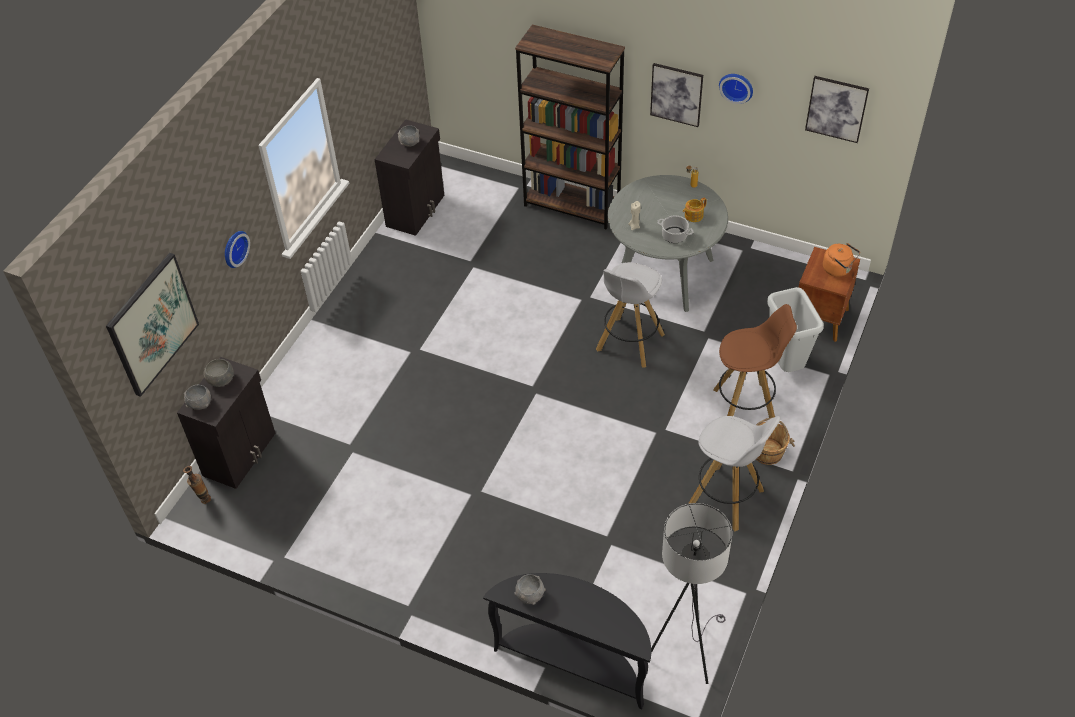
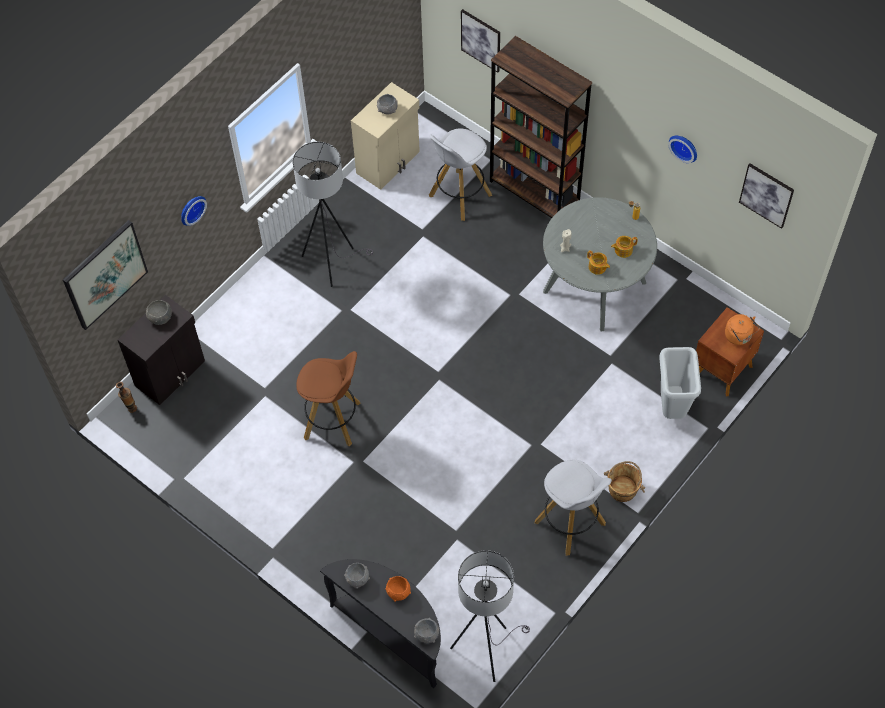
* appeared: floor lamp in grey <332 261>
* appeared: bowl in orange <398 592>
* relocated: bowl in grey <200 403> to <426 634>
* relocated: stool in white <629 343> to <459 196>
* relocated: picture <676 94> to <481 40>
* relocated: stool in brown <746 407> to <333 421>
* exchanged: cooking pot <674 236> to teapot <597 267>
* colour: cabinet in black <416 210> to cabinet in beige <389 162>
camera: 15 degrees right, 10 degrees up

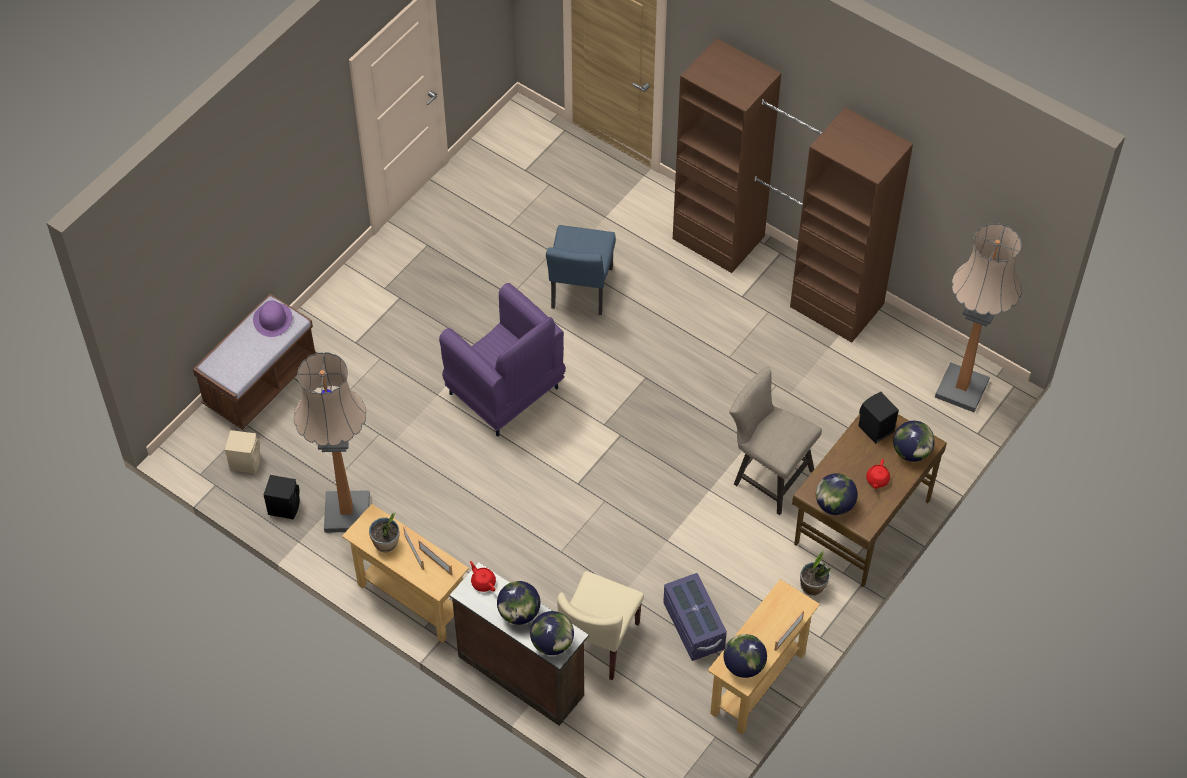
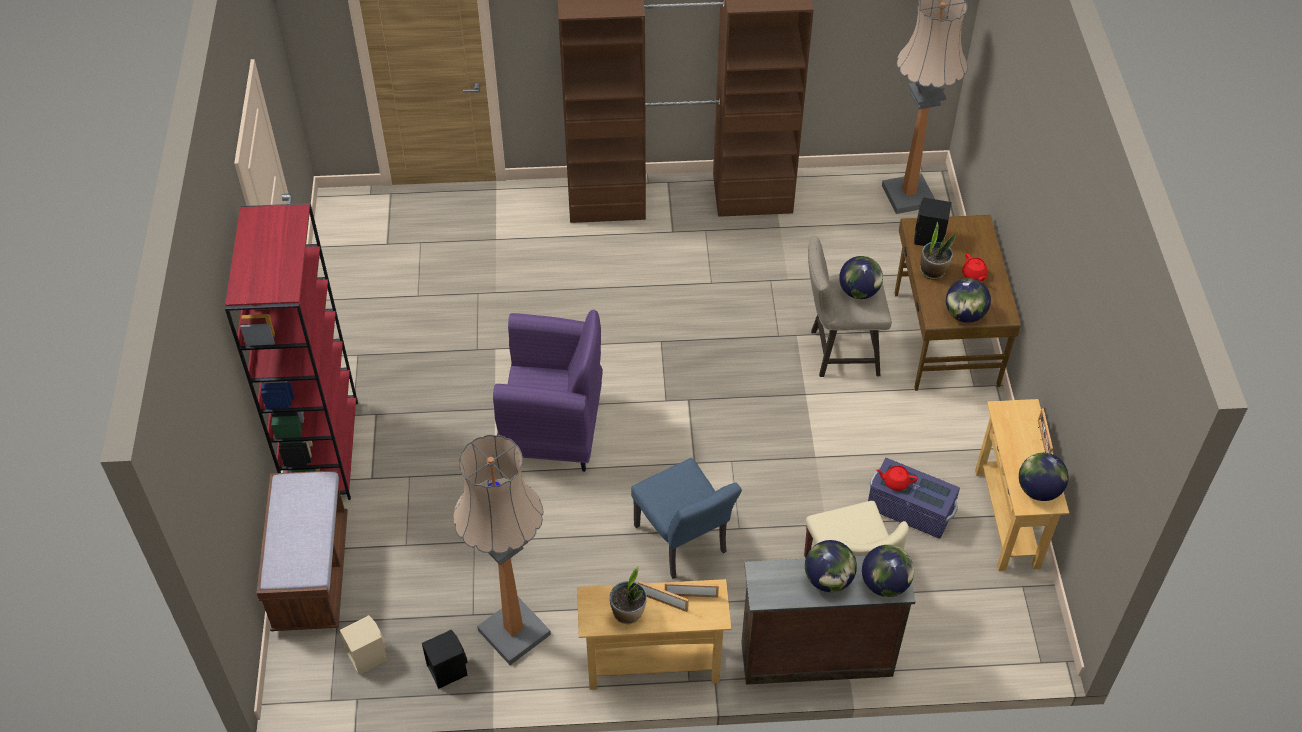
* missing: hat in purple <273 319>
* appeared: bookcase in red <322 450>
* relocated: teapot in red <483 582> to <895 482>
* relocated: chair in blue <580 293> to <684 544>
* relocated: potted plant <813 586> to <933 271>
* relocated: globe <911 452> to <859 292>
camera: 40 degrees left, 5 degrees down

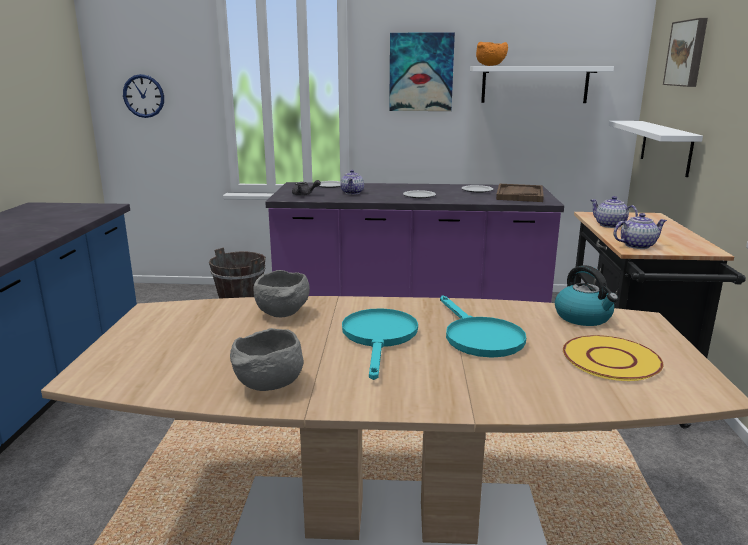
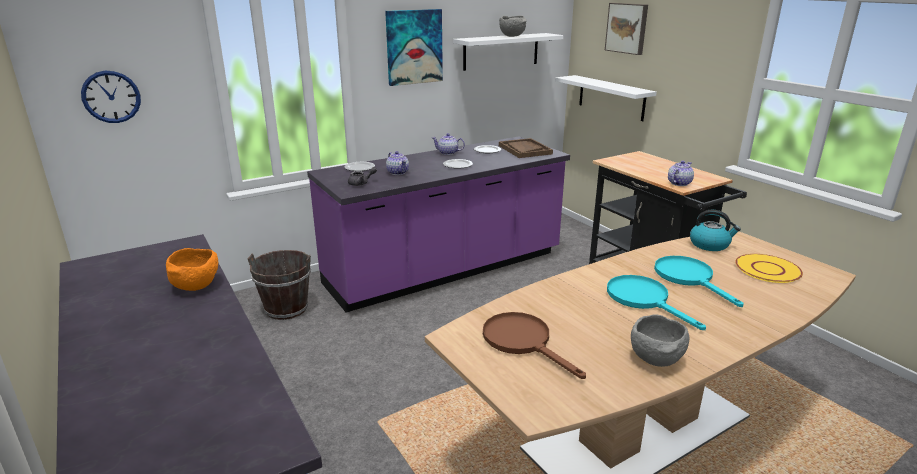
* appeared: frying pan in brown <523 342>
* relocated: bowl in grey <283 314> to <513 36>
* relocated: bowl in orange <491 65> to <196 286>
* relocated: teapot <610 225> to <448 153>
* spun: frying pan in turquoise <478 337> = <689 278> 150 degrees counterclockwise
camera: 35 degrees left, 5 degrees up

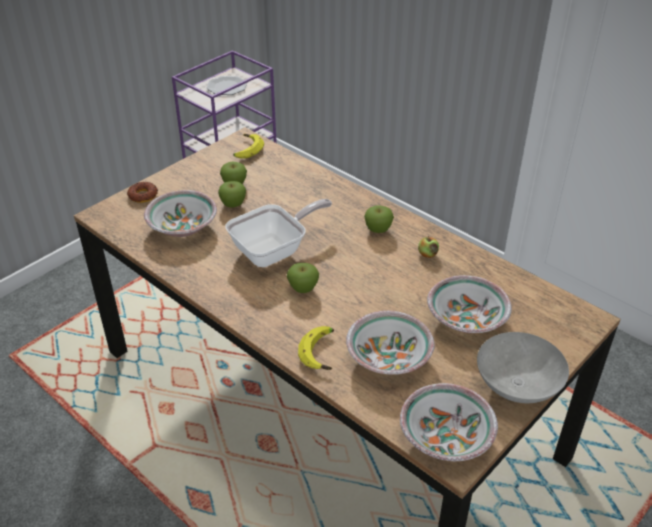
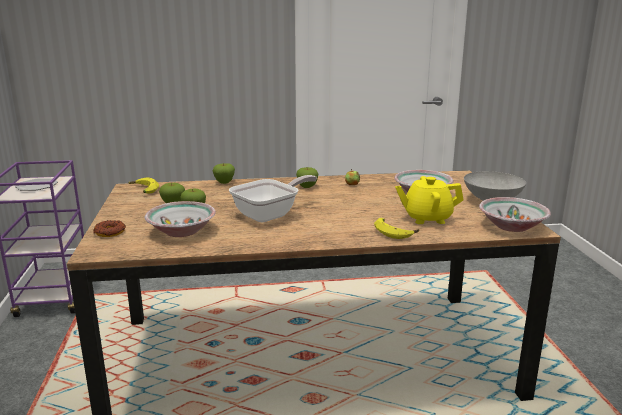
* relocated: apple <303 289> to <224 182>
* exchanged: bowl <389 357> to teapot in yellow <427 218>
* spun: frying pan <274 251> = <270 214> 45 degrees clockwise
camera: 50 degrees left, 20 degrees down

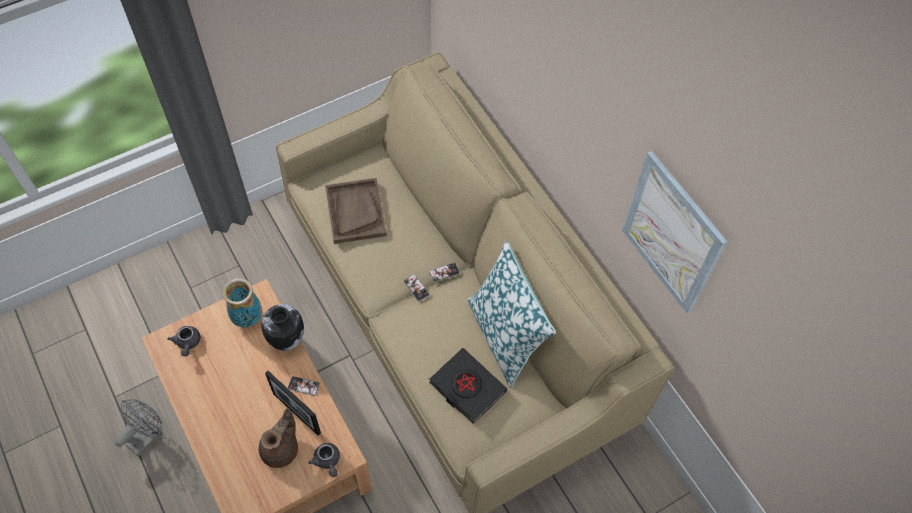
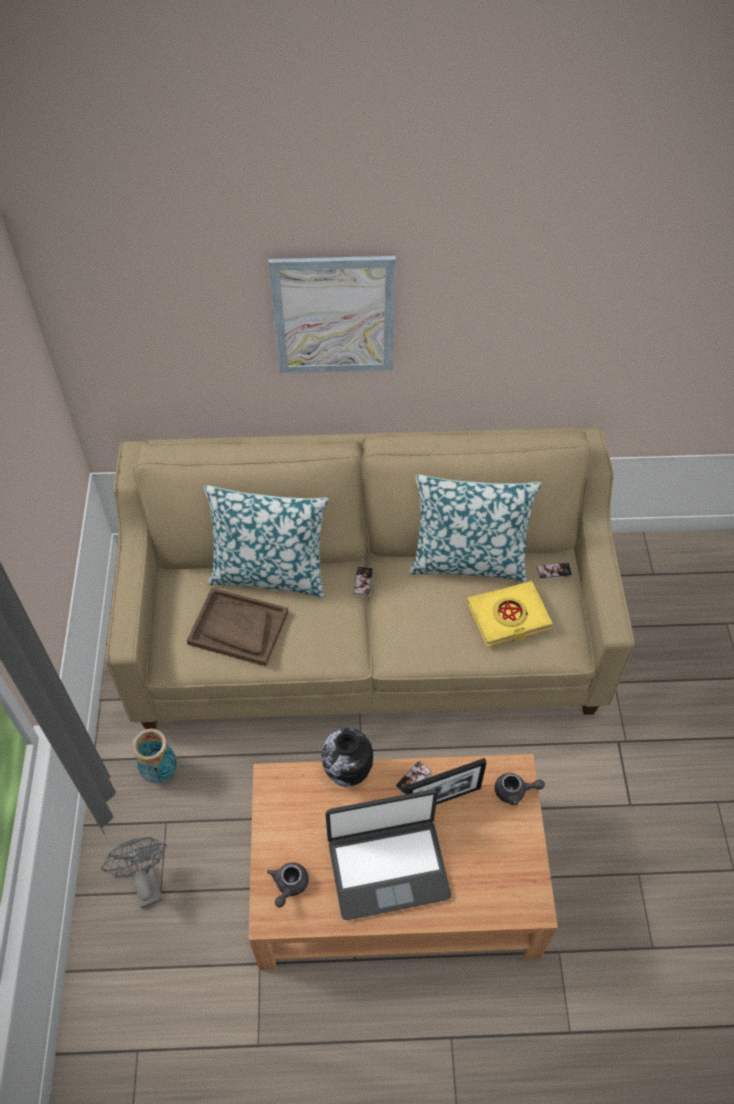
* missing: teapot in brown <281 449>
* appeared: pillow <270 573>
* appeared: laptop <388 867>
* relocated: fan in grey <147 436> to <145 881>
* relocated: vase <247 318> to <160 772>
* relocated: phone <416 288> to <554 571>
* relocated: picture <672 234> to <334 316>
* colour: book in black <467 387> to book in yellow <508 617>
* spun: teapot in grey <187 343> = <289 885> 90 degrees clockwise
camera: 60 degrees left, 5 degrees down

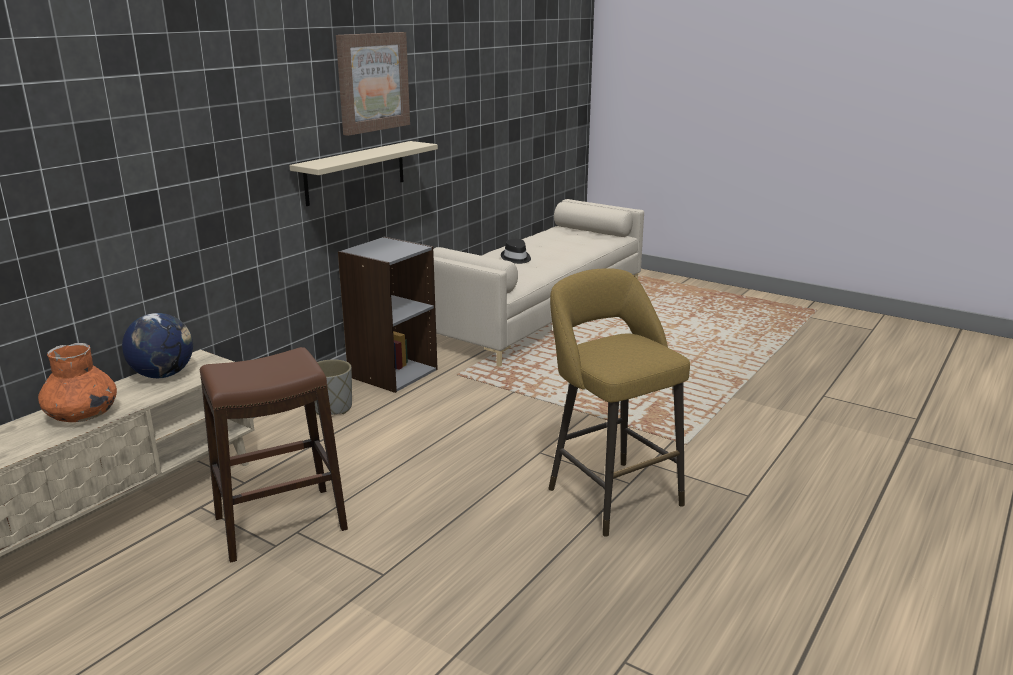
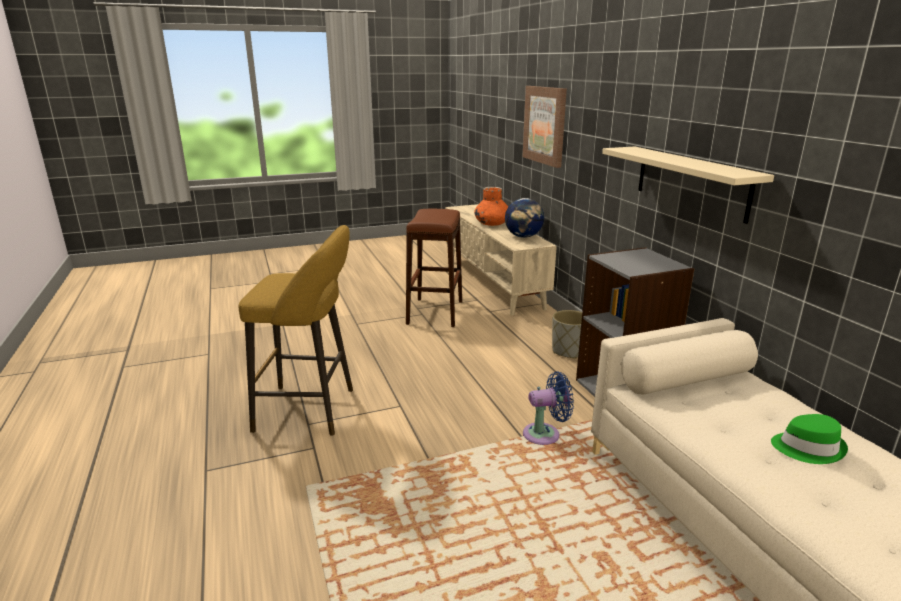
* appeared: fan in blue <545 434>
* relocated: picture <372 82> to <545 125>
* colour: hat in black <516 258> to hat in green <807 447>
camera: 125 degrees right, 0 degrees up

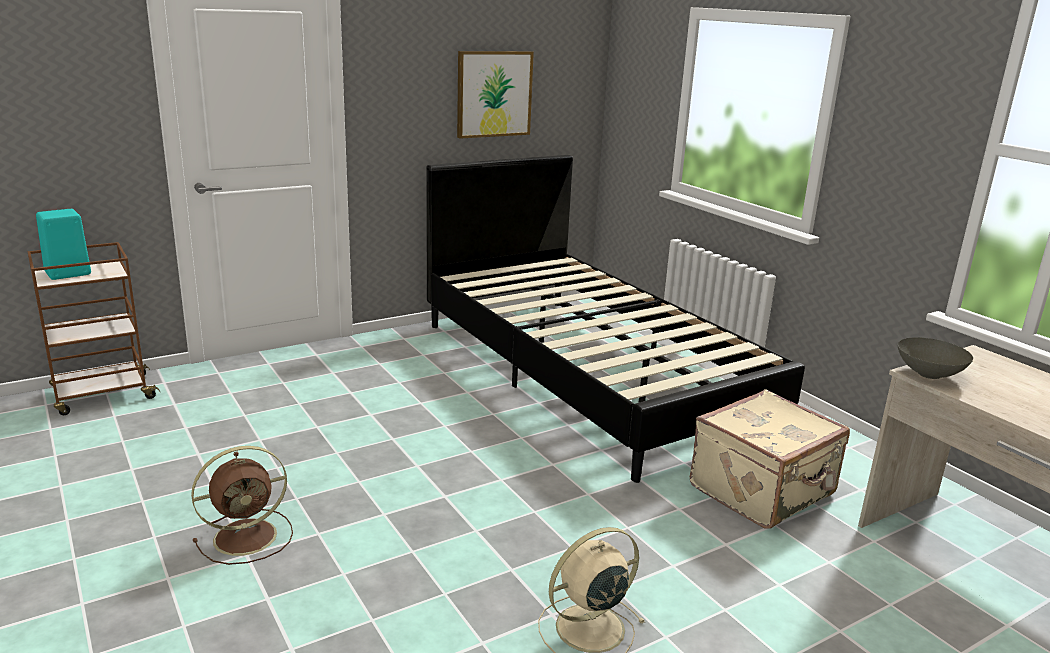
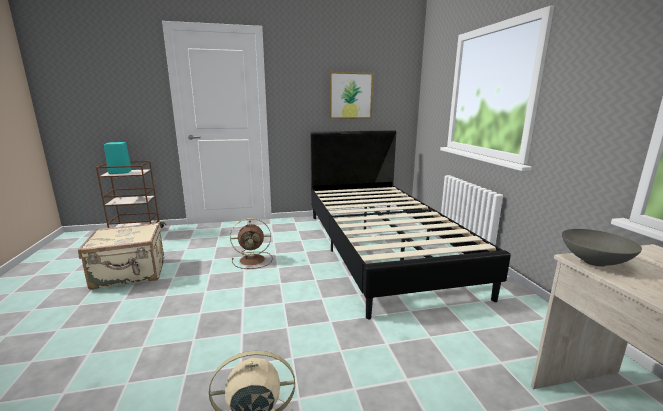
* relocated: fan in brown <248 536> to <253 260>
* relocated: suitcase in beige <764 491> to <130 274>
camera: 20 degrees right, 5 degrees down

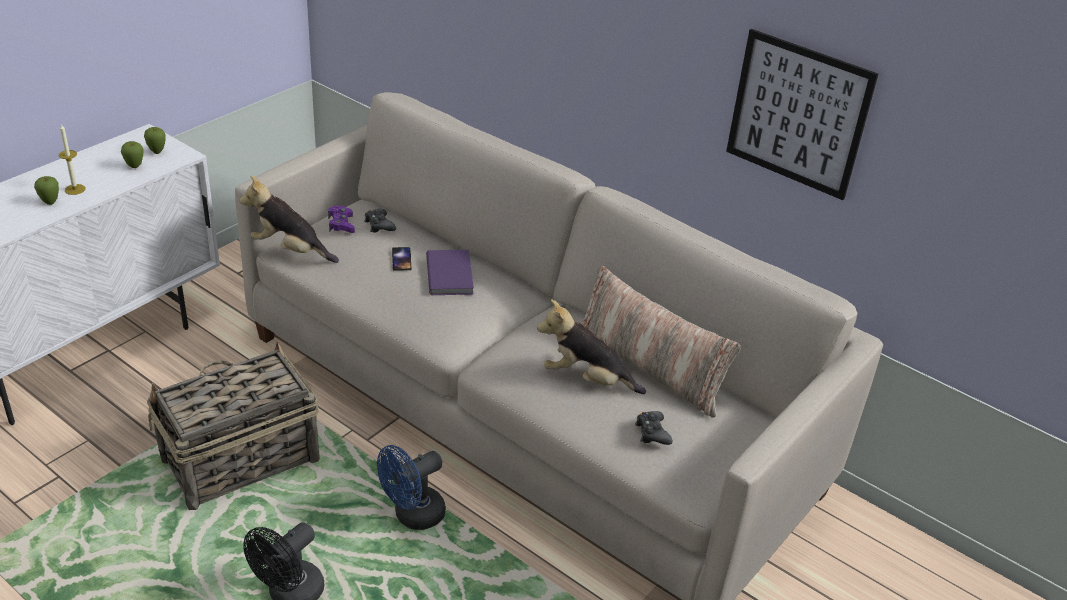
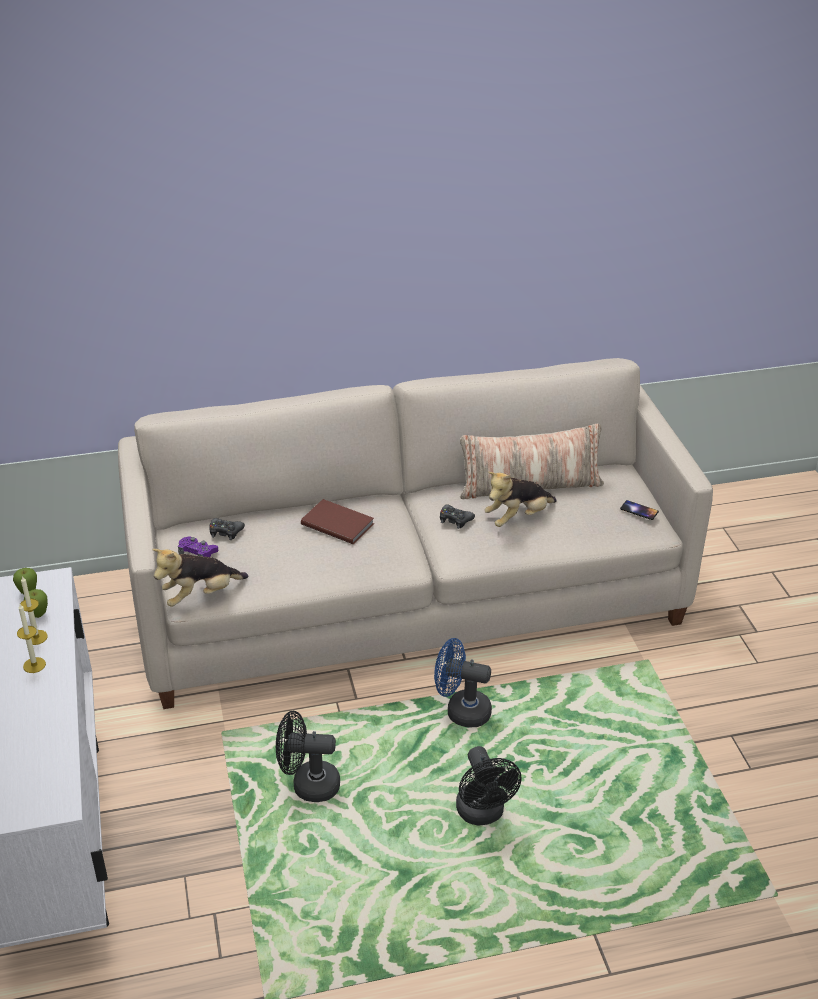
* missing: apple <50 202>
* missing: picture <798 114>
* appeared: candle <36 637>
* relocated: phone <401 259> to <639 510>
* relocated: game controller in black <652 432> to <455 520>
* exchanged: basket <239 460> to fan in black <308 784>
* colour: book in purple <451 274> to book in brown <337 523>
* spun: fan in blue <412 516> = <461 710> 105 degrees clockwise
camera: 50 degrees left, 0 degrees up

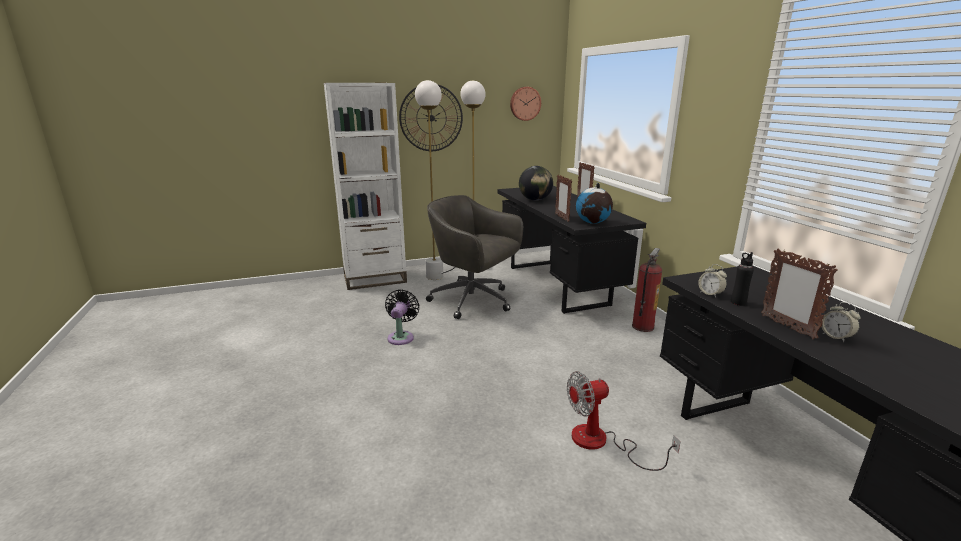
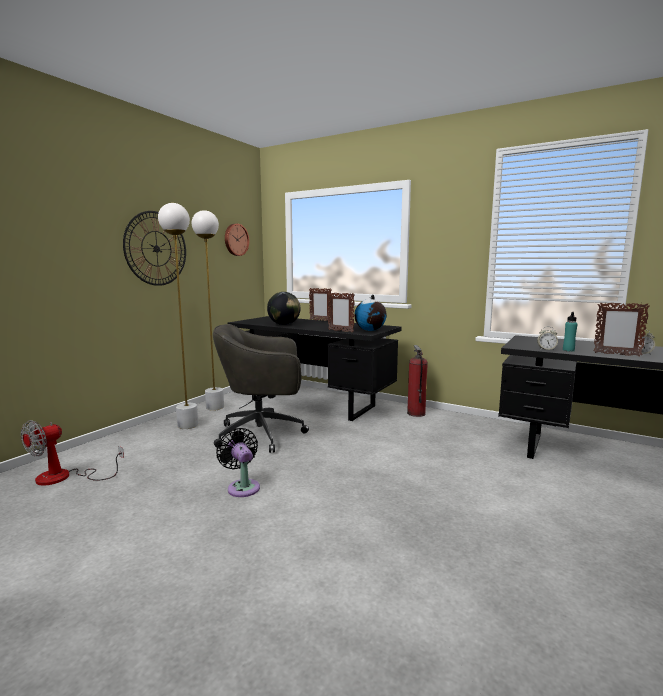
* missing: bookcase in white <375 279>
* relocated: fan <601 443> to <64 477>
* colour: bottle in black <738 302> to bottle in turquoise <568 350>
camera: 40 degrees left, 10 degrees down

